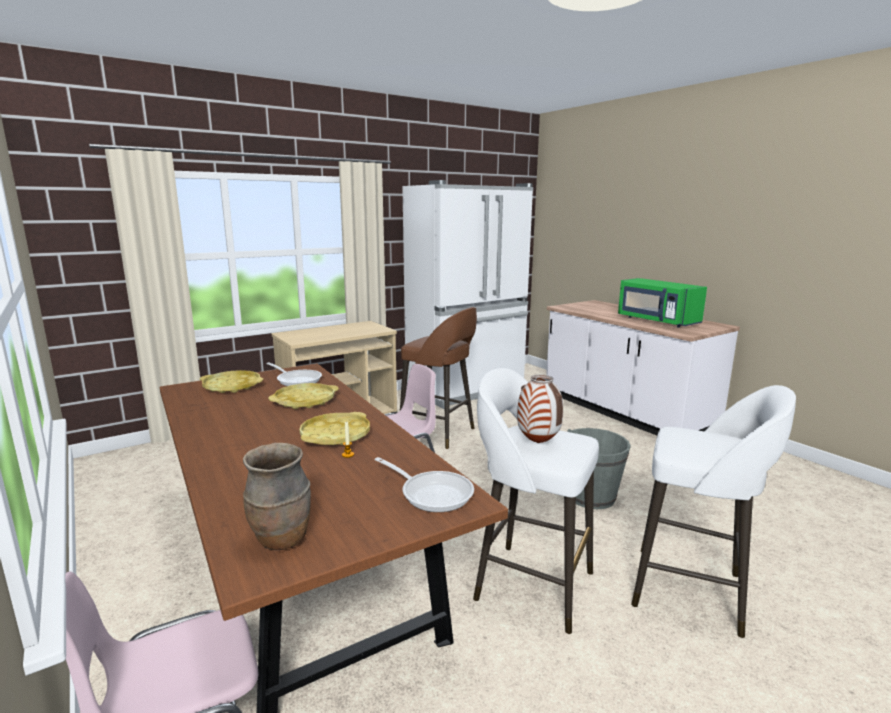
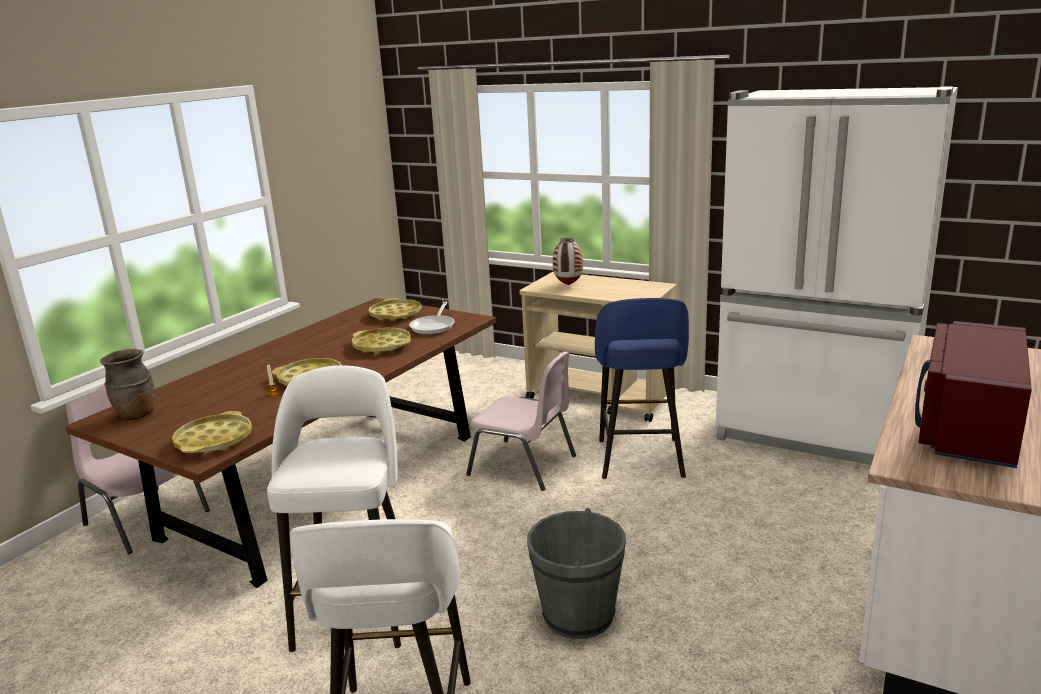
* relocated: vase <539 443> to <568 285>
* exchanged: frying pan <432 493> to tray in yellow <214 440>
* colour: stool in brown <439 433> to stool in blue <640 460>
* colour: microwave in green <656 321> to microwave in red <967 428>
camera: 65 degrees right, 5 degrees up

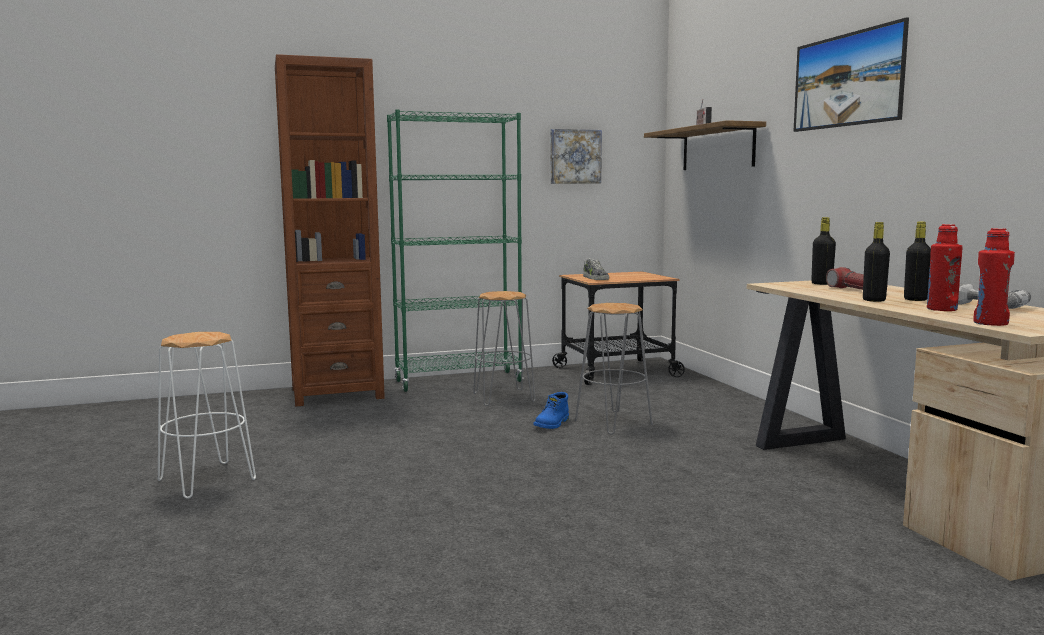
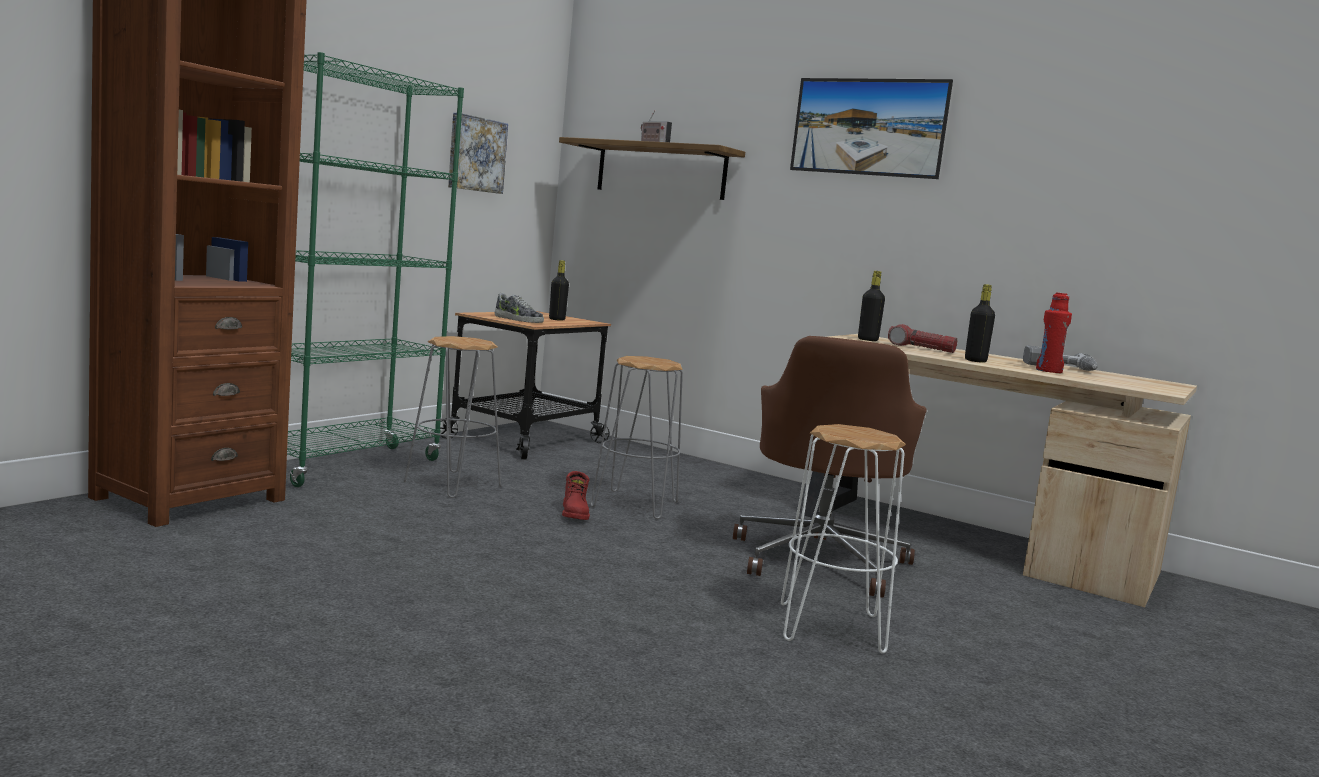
* missing: bottle in red <990 323>
* appeared: office chair in brown <820 560>
* relocated: stool in white <207 480> to <832 628>
* relocated: bottle in black <915 299> to <557 319>
* colour: boot in blue <552 424> to boot in red <575 514>
camera: 40 degrees left, 0 degrees up

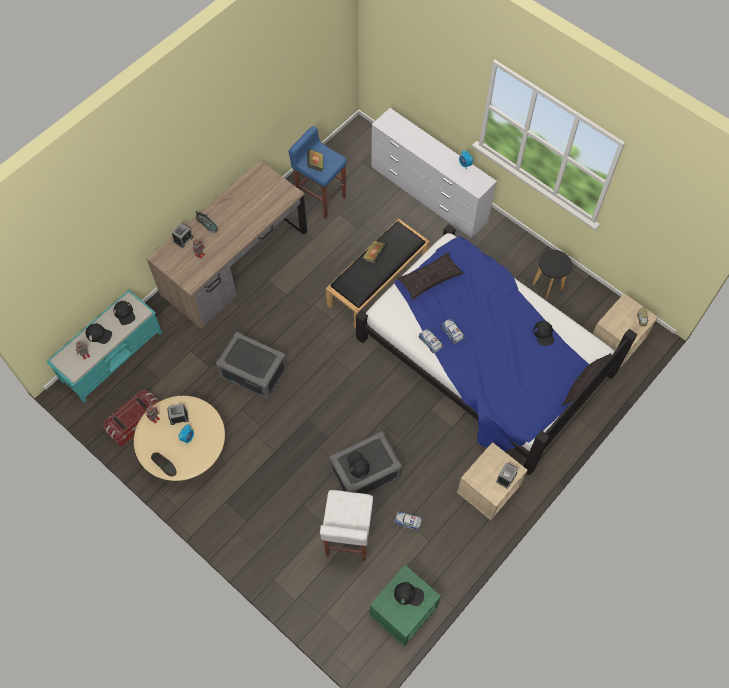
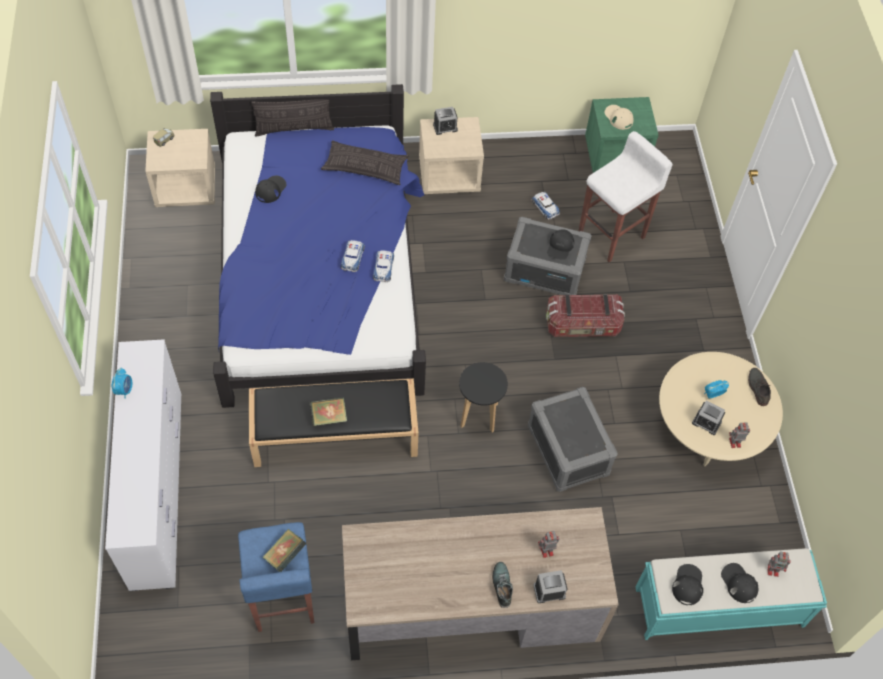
* relocated: storage box <135 422> to <582 325>
* relocated: pillow <429 278> to <365 167>
* relocated: stool in black <547 287> to <479 415>
* colour: cap in black <408 594> to cap in beige <618 117>
camera: 140 degrees left, 5 degrees down

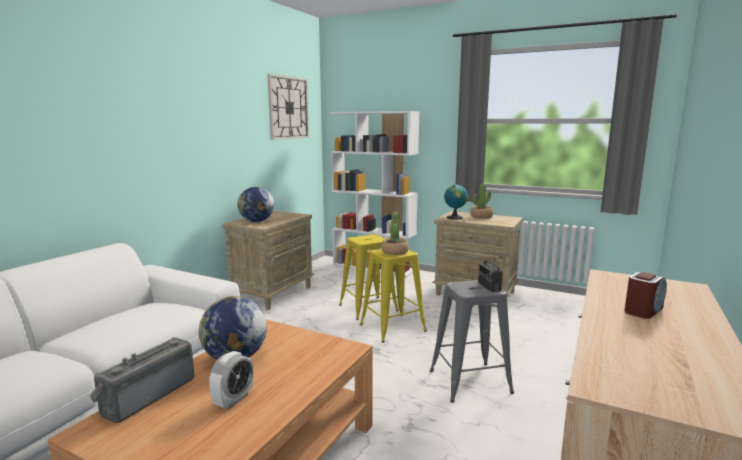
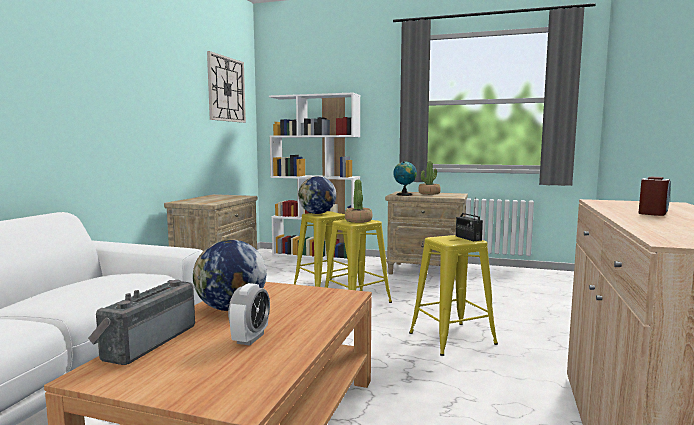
* relocated: globe <256 221> to <317 213>
* colour: stool in grey <470 382> to stool in yellow <452 338>
camera: 10 degrees left, 5 degrees down

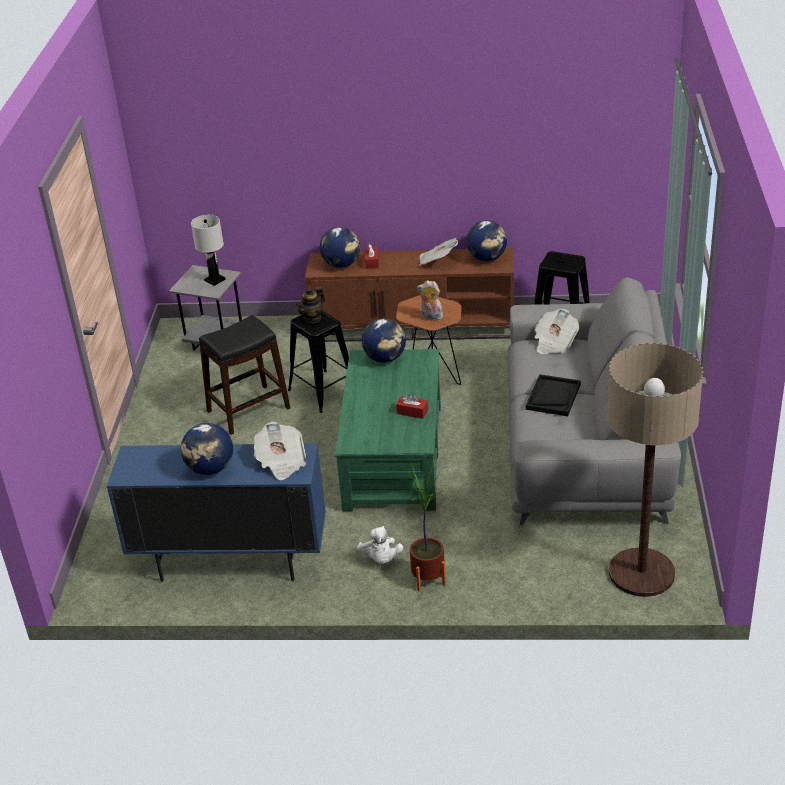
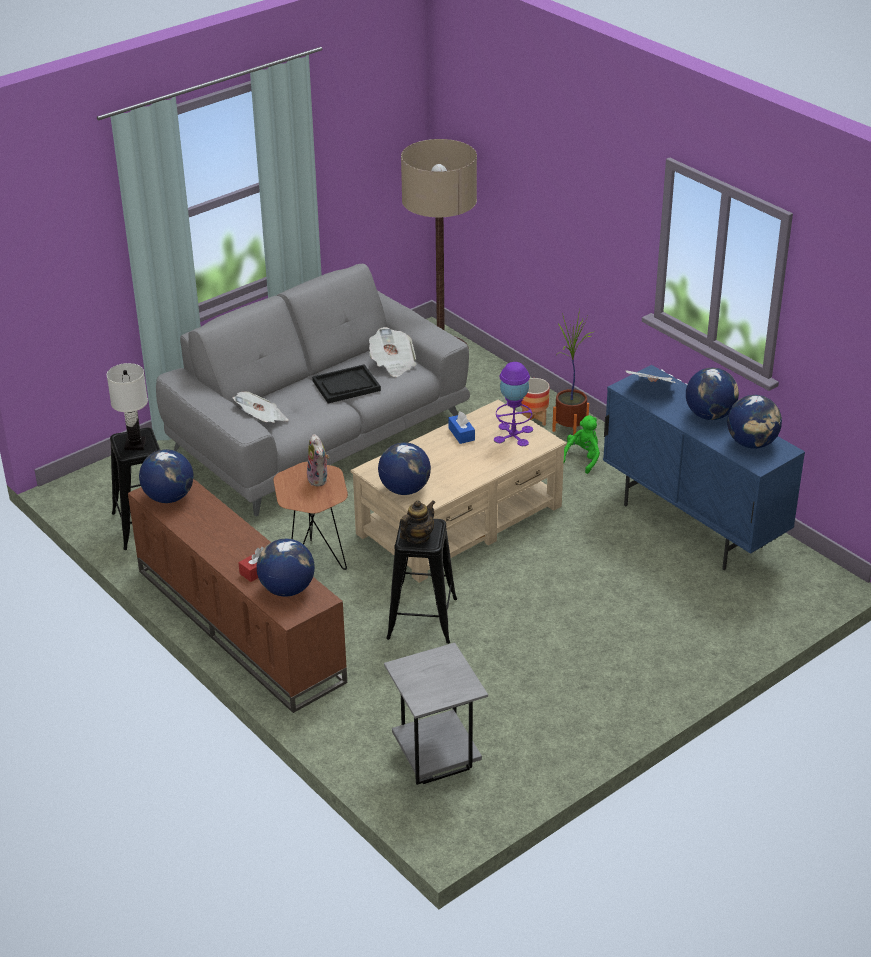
* missing: stool in black <248 409>
* appeared: table lamp in purple <513 434>
* appeared: planter <534 419>
* appeared: globe <752 443>
* relocated: table lamp in white <215 280> to <135 444>
* relocated: newspaper <437 261> to <393 363>
* colour: coffee table in green <392 456> to coffee table in beige <461 520>
* colour: plush toy in white <381 559> to plush toy in green <582 458>
* colour: tissue box in red <412 412> to tissue box in blue <461 434>
* spun: teapot <312 318> = <417 537> 45 degrees counterclockwise
camera: 135 degrees left, 0 degrees up

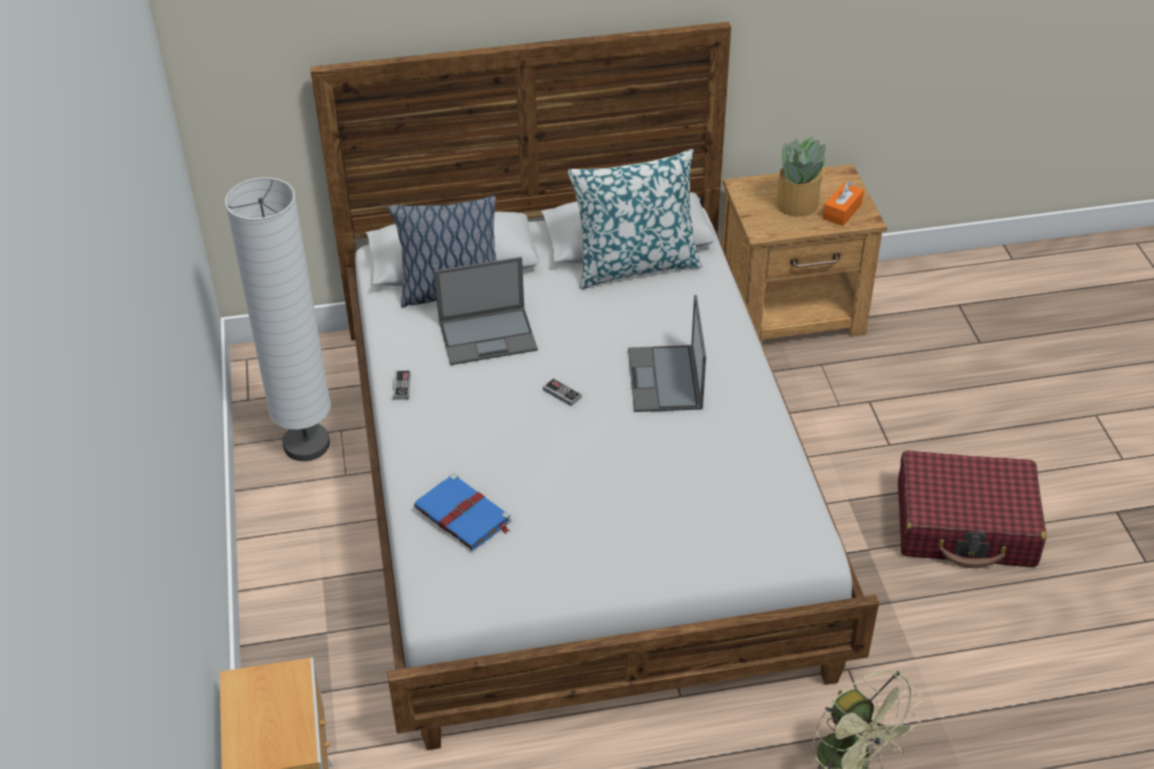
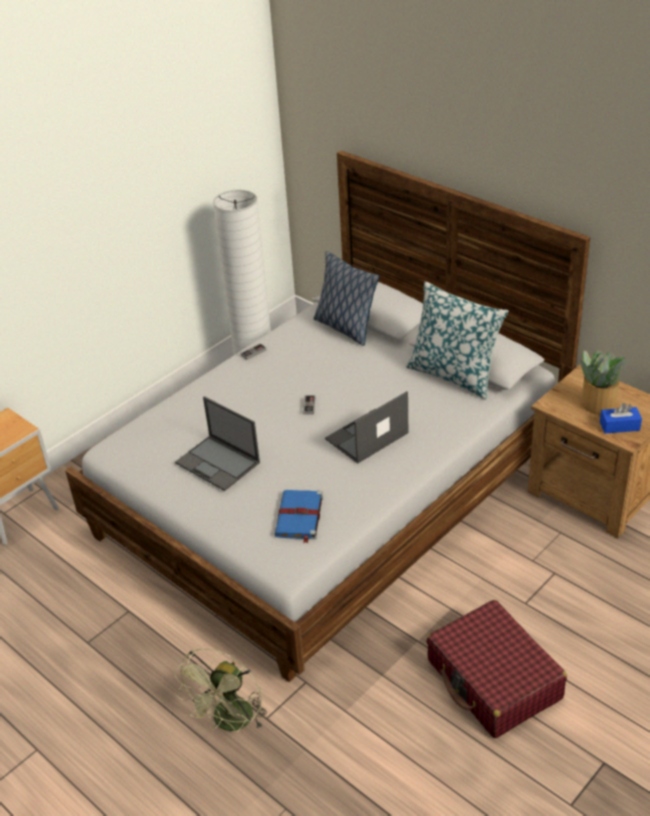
* relocated: book in blue <464 515> to <299 517>
* relocated: laptop <489 335> to <218 463>
* colour: tissue box in orange <842 211> to tissue box in blue <619 426>
camera: 55 degrees right, 5 degrees down

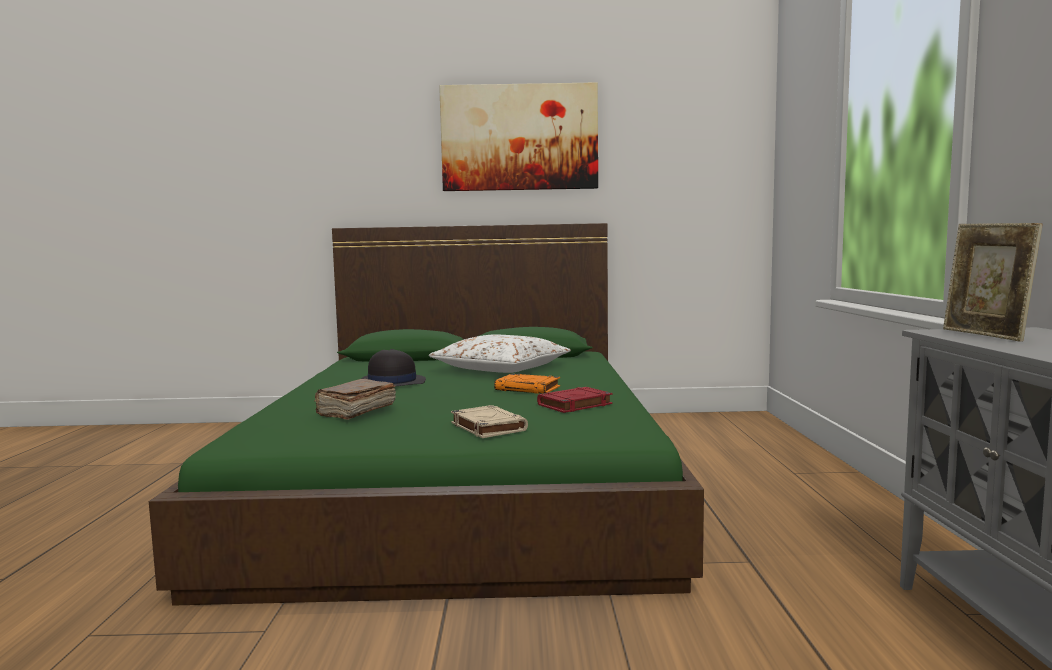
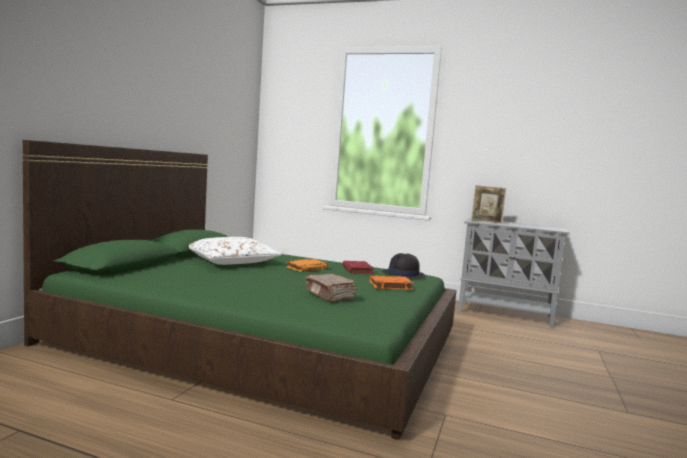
* missing: picture <519 138>
* relocated: hat in black <391 382> to <403 274>
* colour: book in beige <487 427> to book in orange <390 286>
camera: 70 degrees left, 0 degrees up

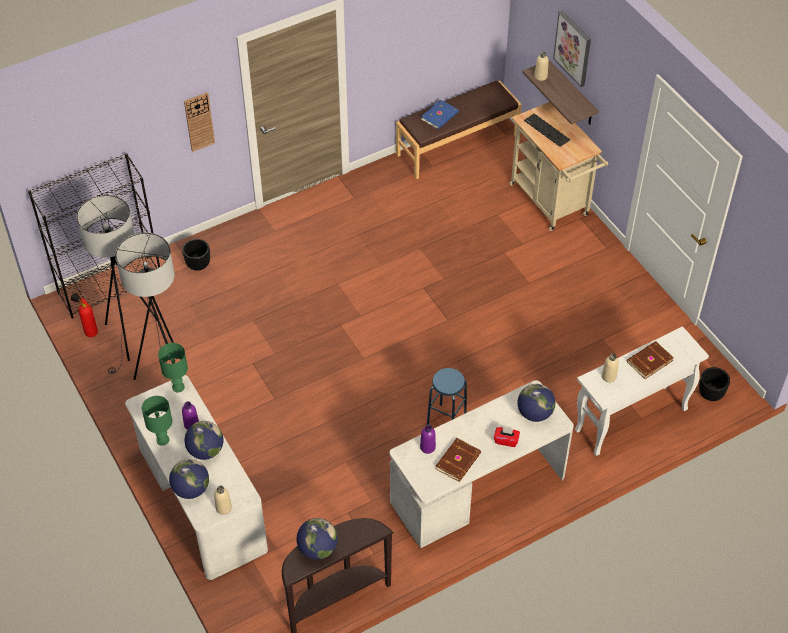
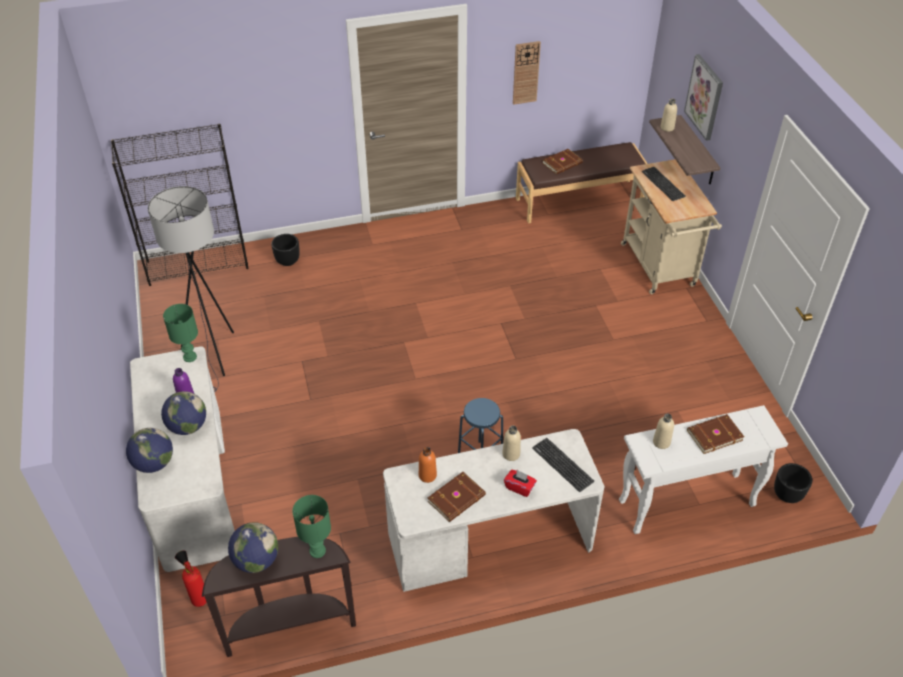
* missing: floor lamp in grey <131 339>
* relocated: fire extinguisher <89 331> to <198 597>
* relocated: table lamp in green <163 440> to <318 551>
* relocated: wall clock <199 121> to <526 73>
* relocated: bottle in beige <223 508> to <511 454>
* exchanged: globe <534 413> to keyboard <562 465>
* colour: bottle in purple <427 447> to bottle in orange <427 475>
* colour: book in blue <440 116> to book in brown <563 163>
camera: 15 degrees right, 5 degrees down

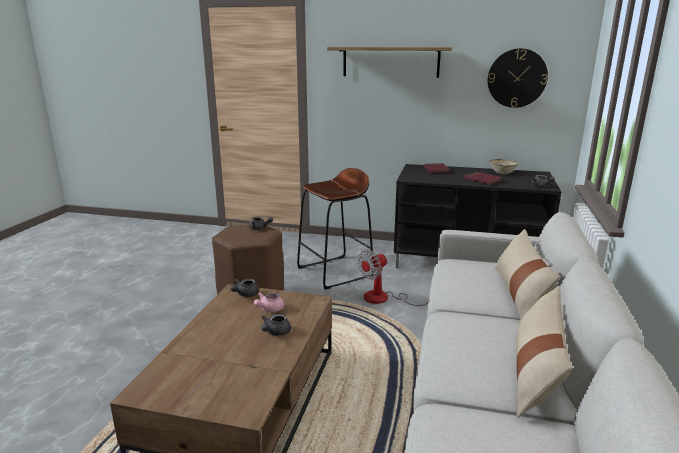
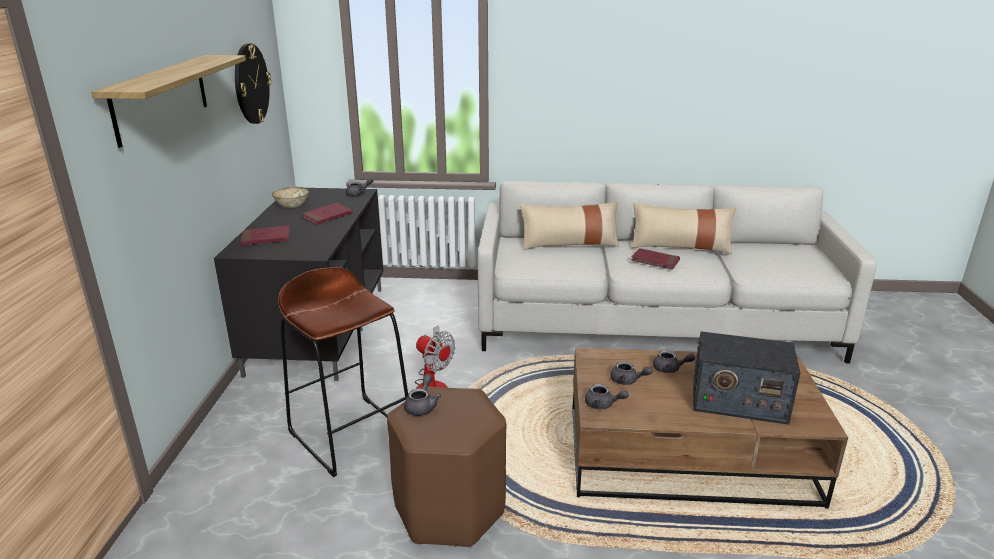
* appeared: book in red <655 261>
* appeared: radio <738 401>
* colour: teapot in pink <269 309> to teapot in grey <627 381>
camera: 100 degrees left, 5 degrees up

